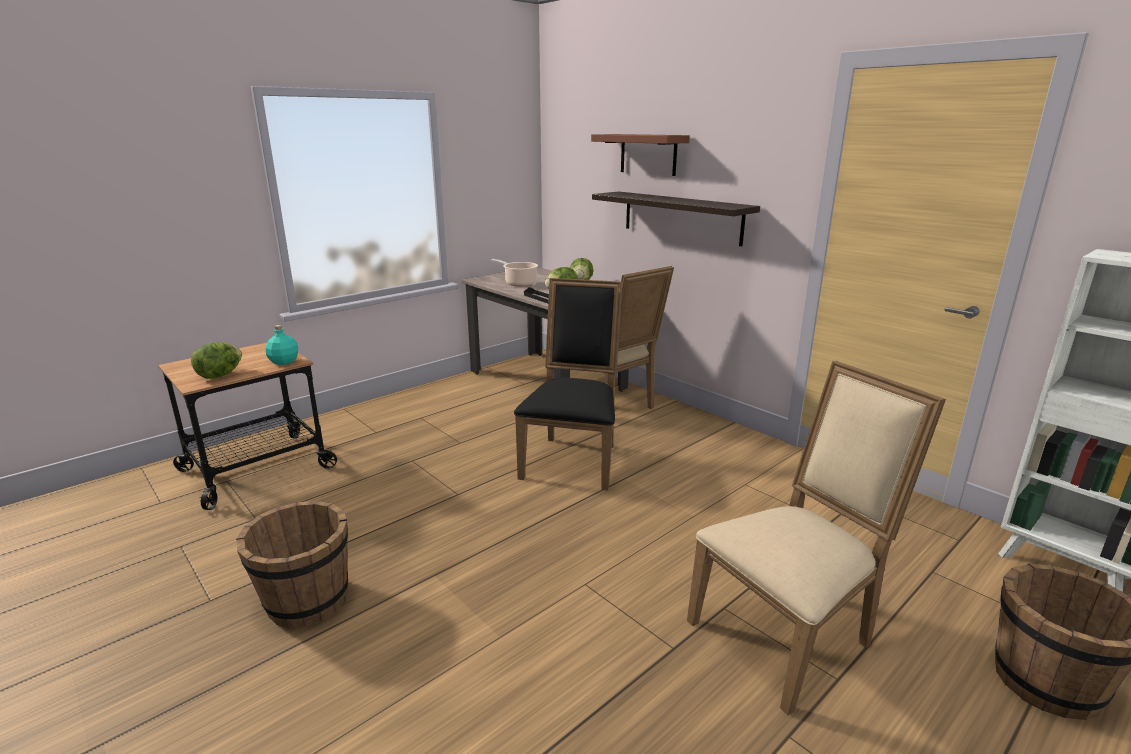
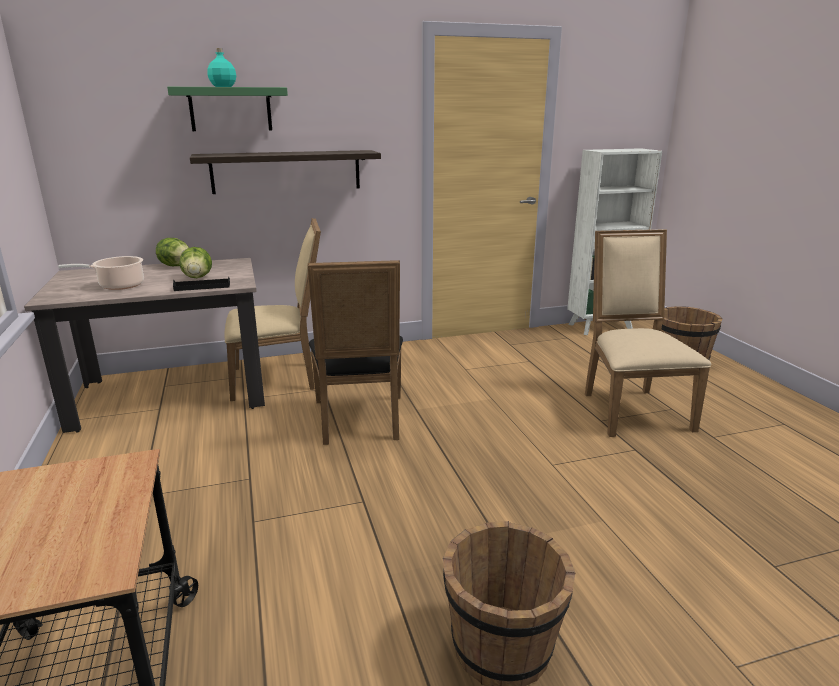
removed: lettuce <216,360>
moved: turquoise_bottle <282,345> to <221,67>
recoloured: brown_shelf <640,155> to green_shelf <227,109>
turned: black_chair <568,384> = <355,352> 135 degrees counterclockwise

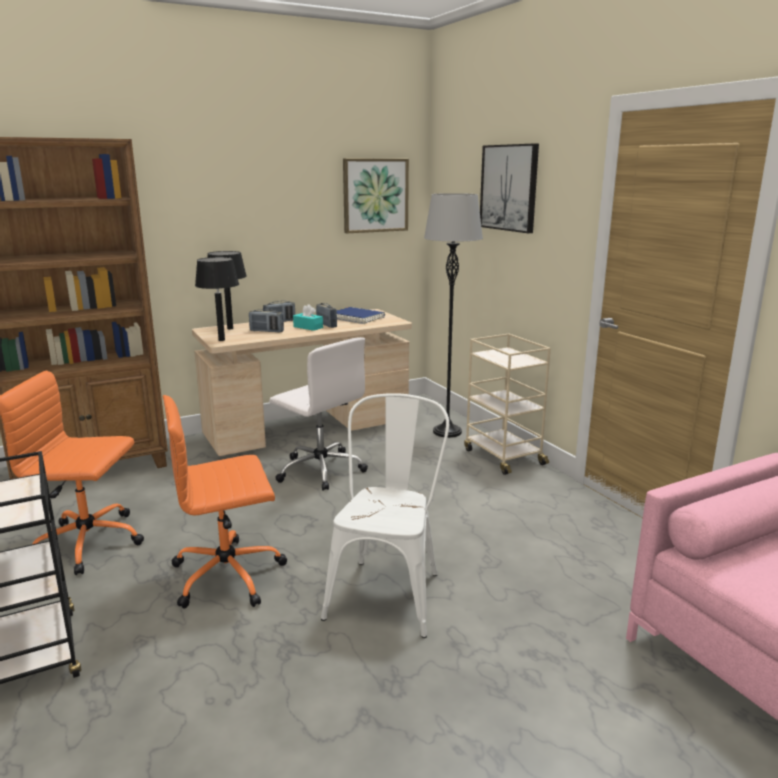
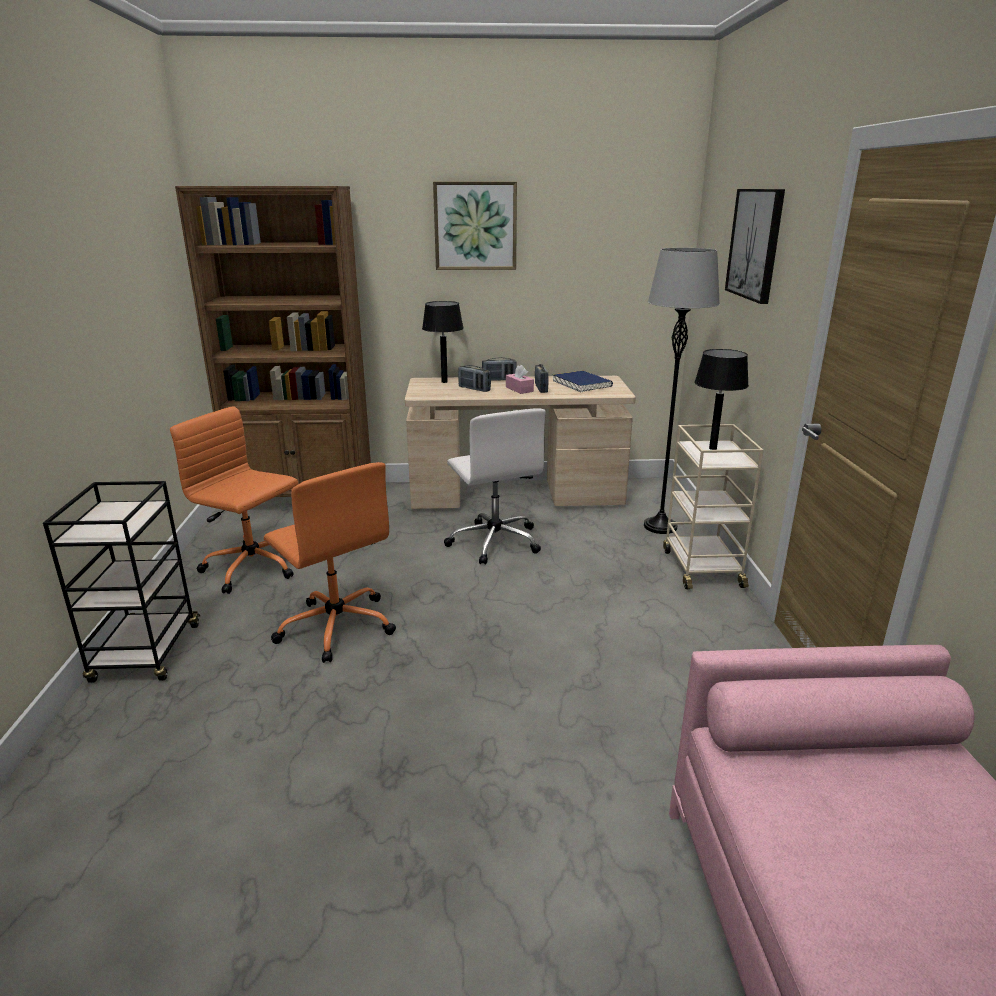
removed: white_chair <385,515>
moved: black_table_lamp <217,299> to <722,399>; picture <376,196> to <475,226>
recoloured: turquoise_tissue_box <308,317> to pink_tissue_box <520,379>
turned: orange_office_chair <225,502> = <330,562> 135 degrees counterclockwise

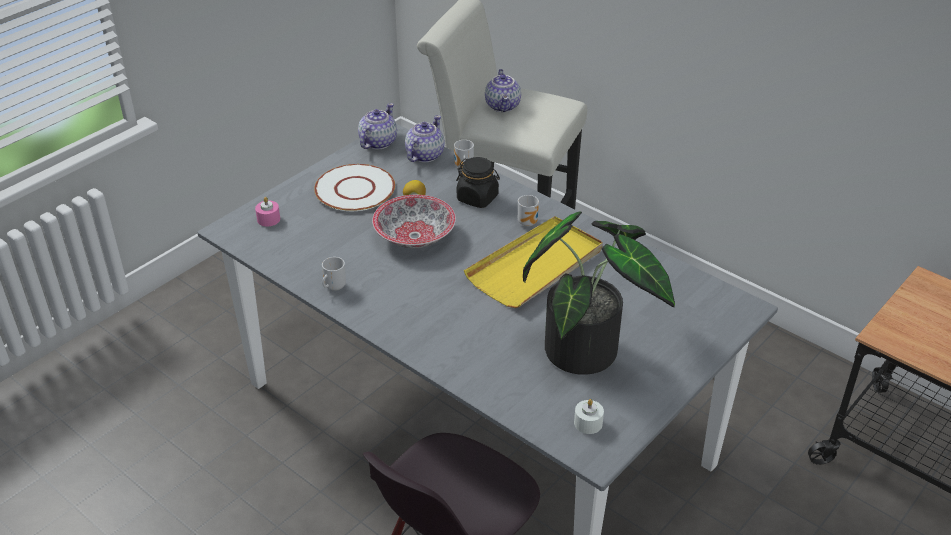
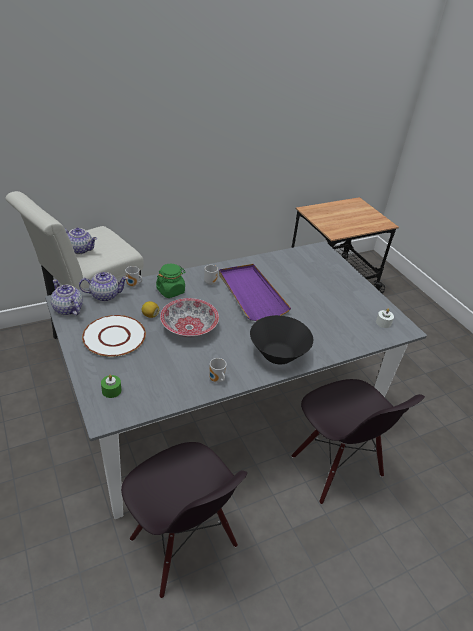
removed: potted_plant <599,293>
added: black_chair <184,520>; black_bowl <281,339>
recoloured: pink_candle <267,212> to green_candle <111,386>; black_jar <478,182> to green_jar <170,281>; yellow_tray <533,262> to purple_tray <255,292>
turned: teapot <425,138> = <103,287> 120 degrees clockwise

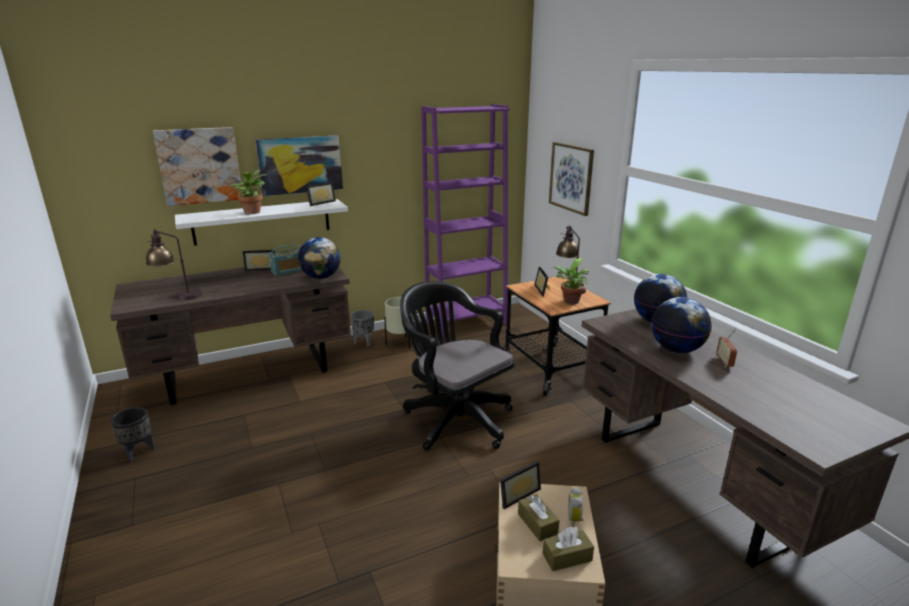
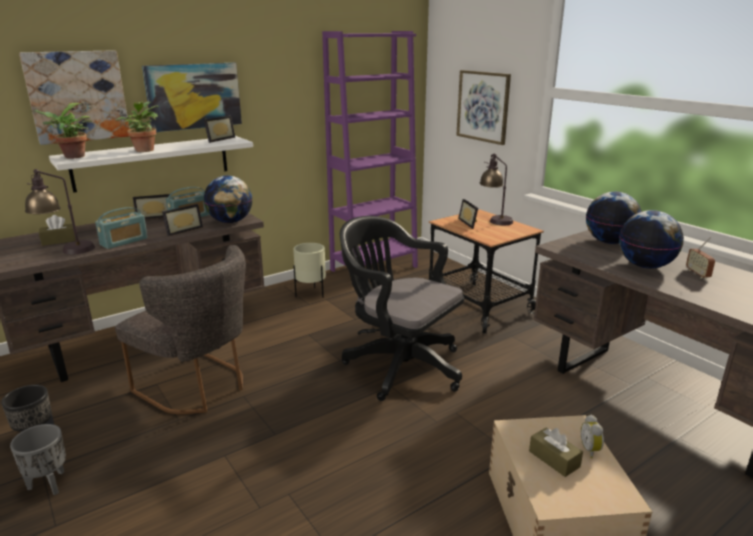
added: radio <121,228>; grey_chair <180,329>
moved: grey_planter <362,328> to <38,459>; picture_frame <520,485> to <182,220>; brown_tissue_box <568,549> to <57,230>; potted_plant <571,281> to <62,131>

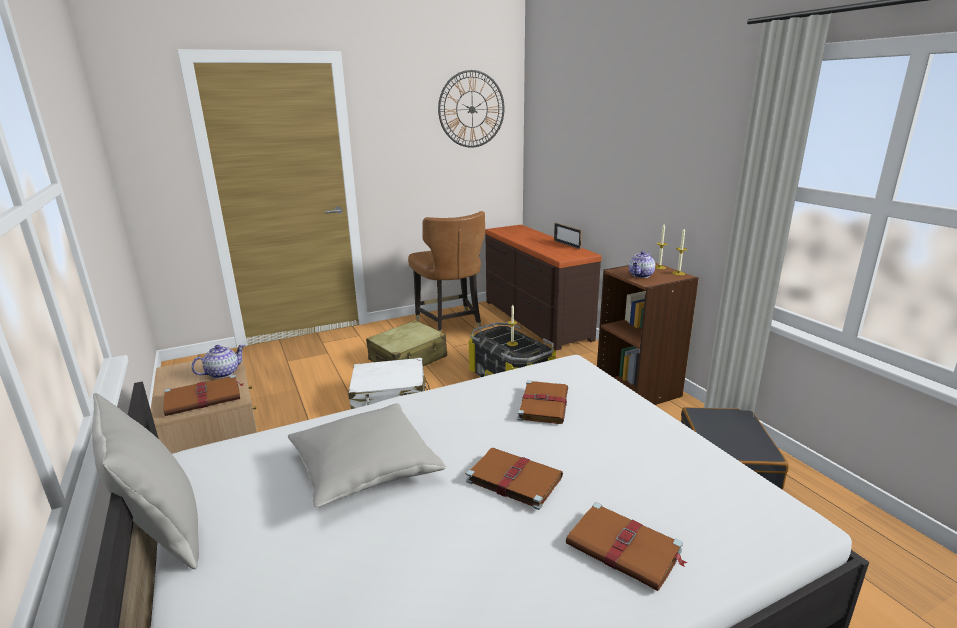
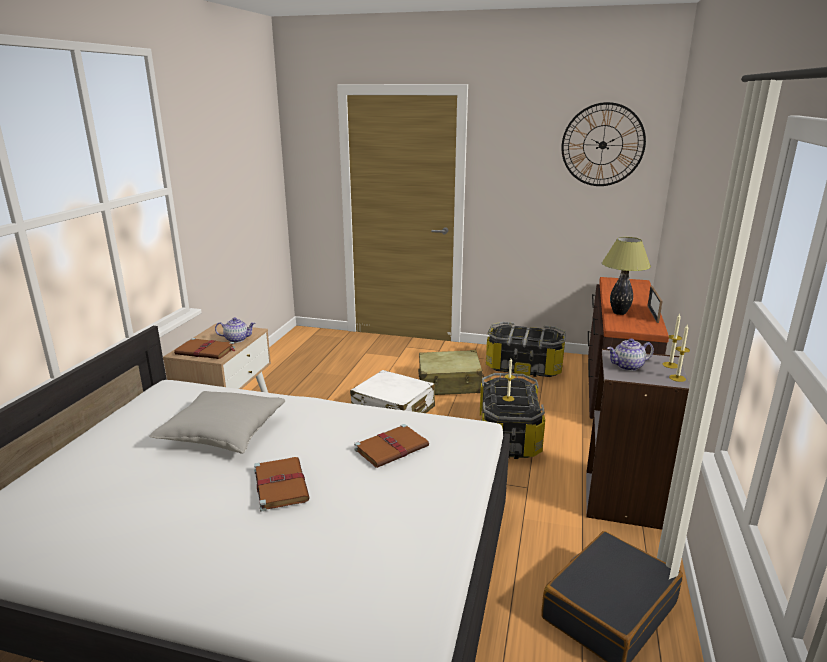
removed: grey_pillow <145,481>; brown_book <626,546>
added: table_lamp <626,276>
replaced: brown_chair <446,271> to storage_box <526,349>
recoloured: brown_bookcase <648,334> to grey_bookcase <638,439>

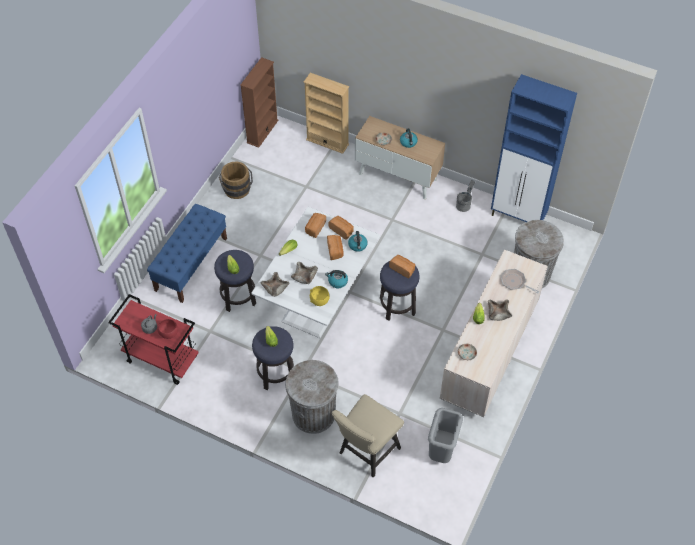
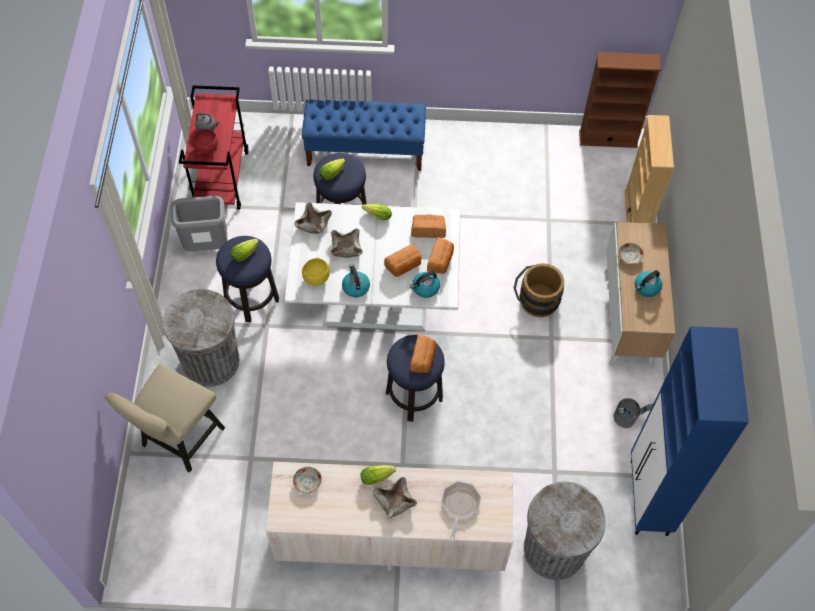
moved: brown_bucket <236,180> to <539,290>; grey_trash_can <445,435> to <199,224>
turned: beige_chair <368,436> = <165,418> 75 degrees counterclockwise

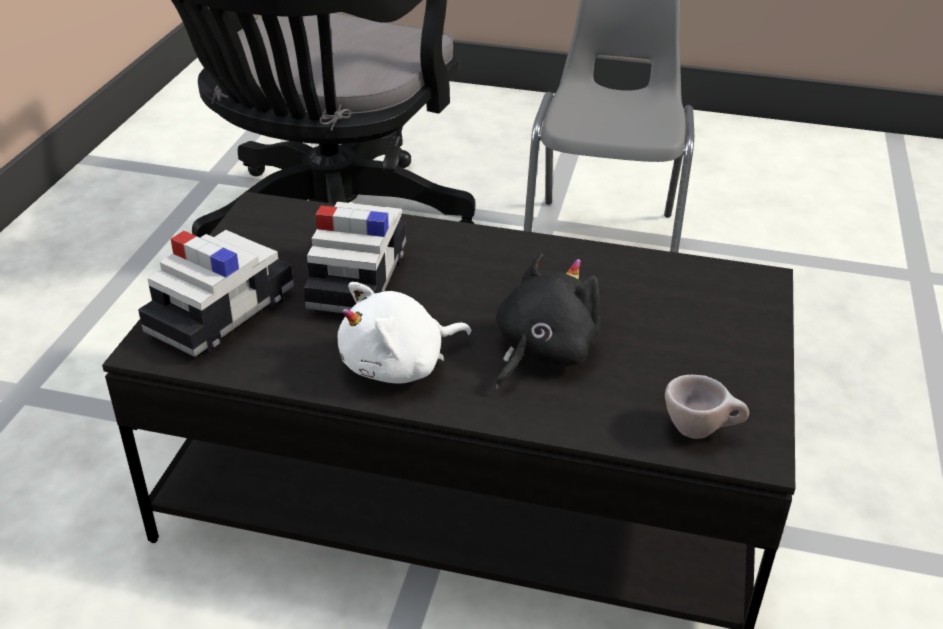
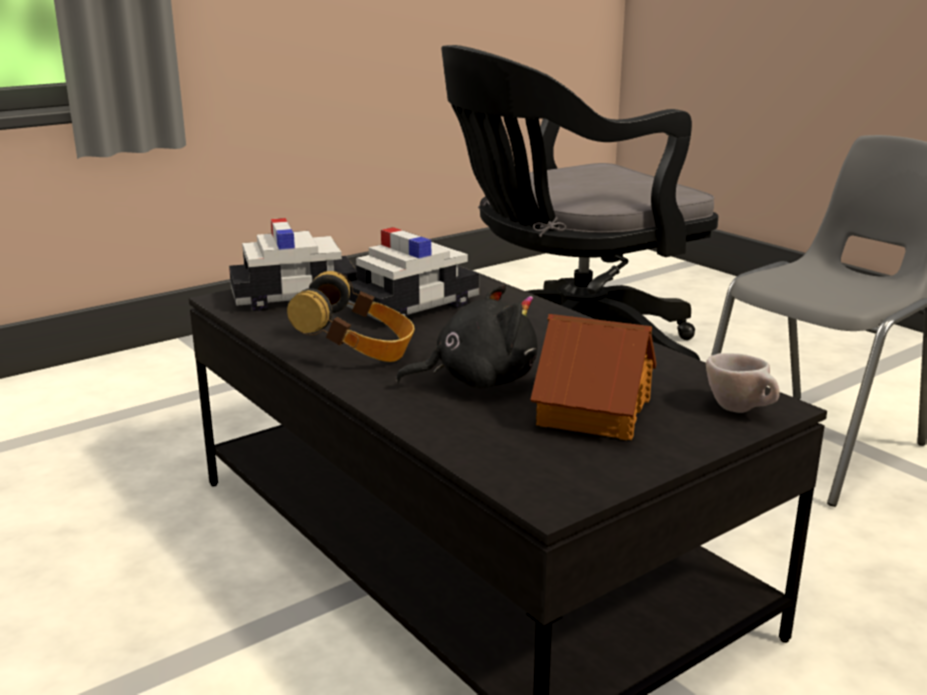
added: toy_house <593,377>
moved: beige_cup <707,407> to <743,383>
replaced: white_plush_toy <404,333> to headphones <351,316>

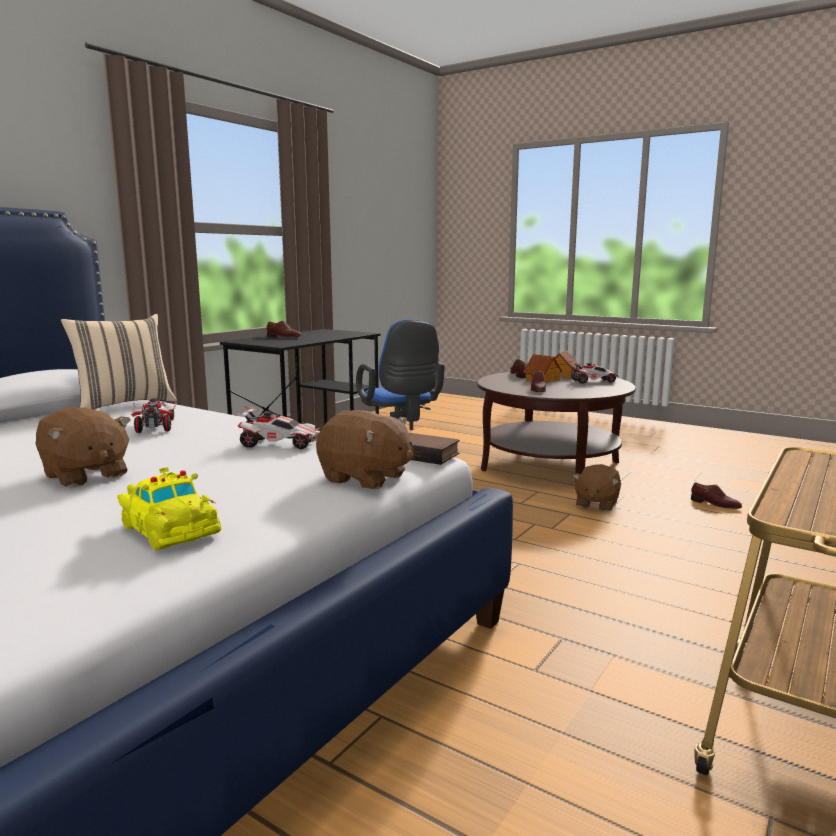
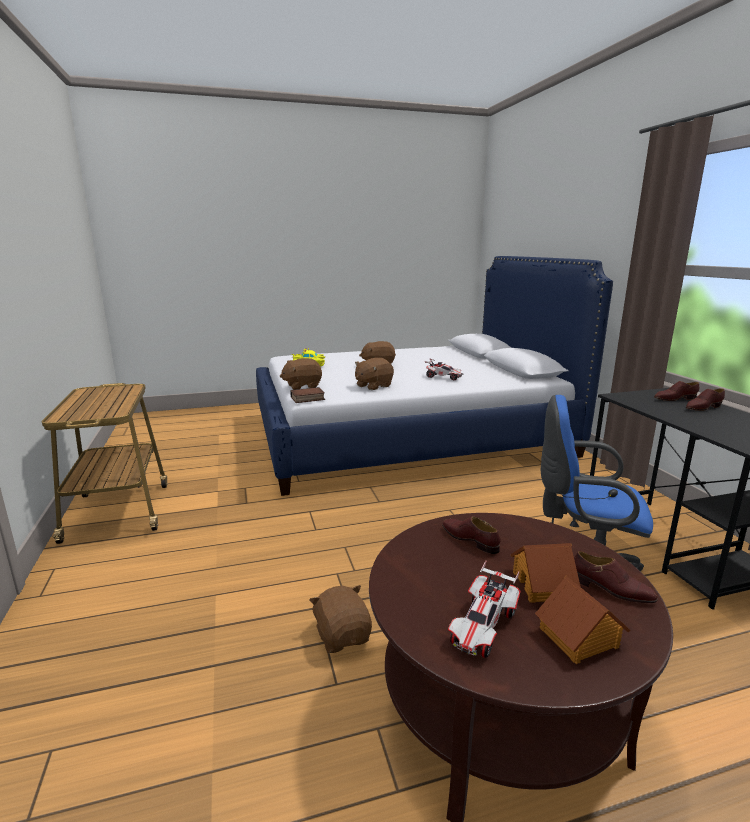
removed: beige_pillow <119,362>
moved: brown_shoe <716,495> to <676,391>
replaced: toy_car <276,427> to brown_plush_toy <374,374>

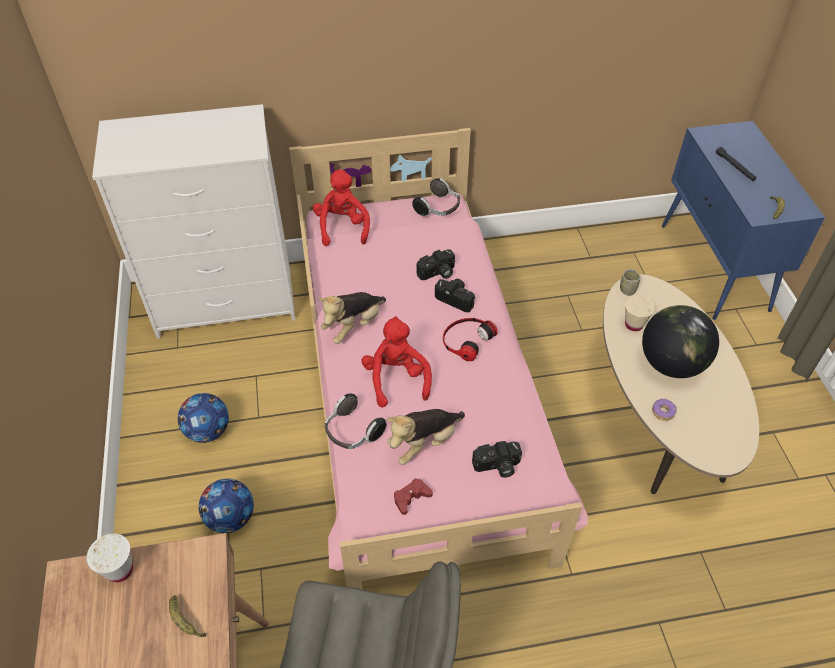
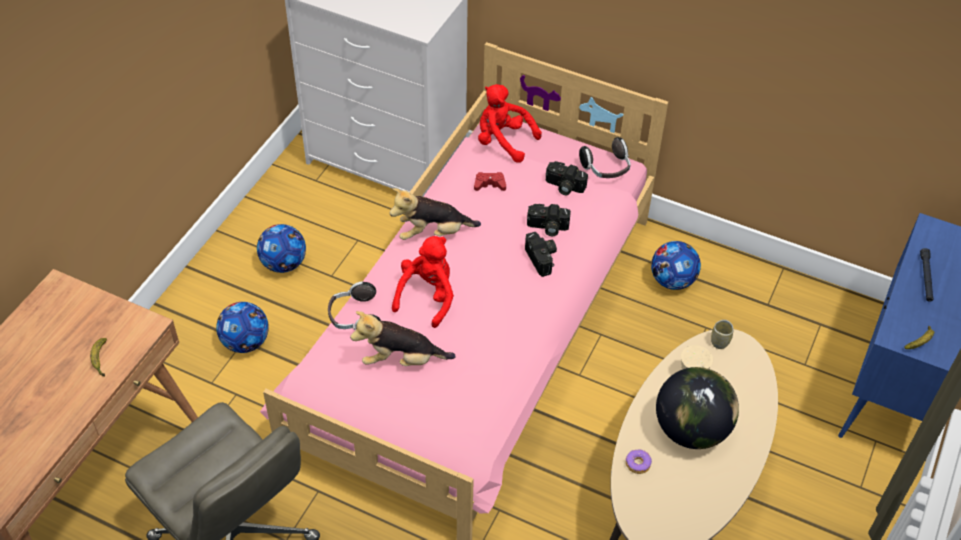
removed: white_cup <109,558>; headphones <470,339>
added: football <676,265>
moved: red_game_controller <413,496> to <490,181>; photo_camera <497,459> to <567,178>
turned: red_plush_toy <341,207> = <510,123> 90 degrees counterclockwise

